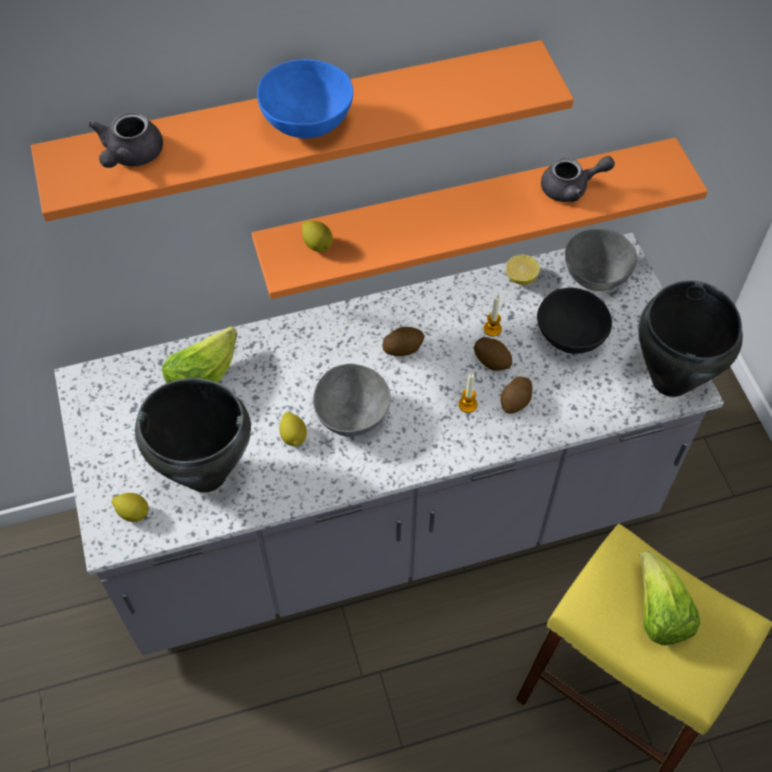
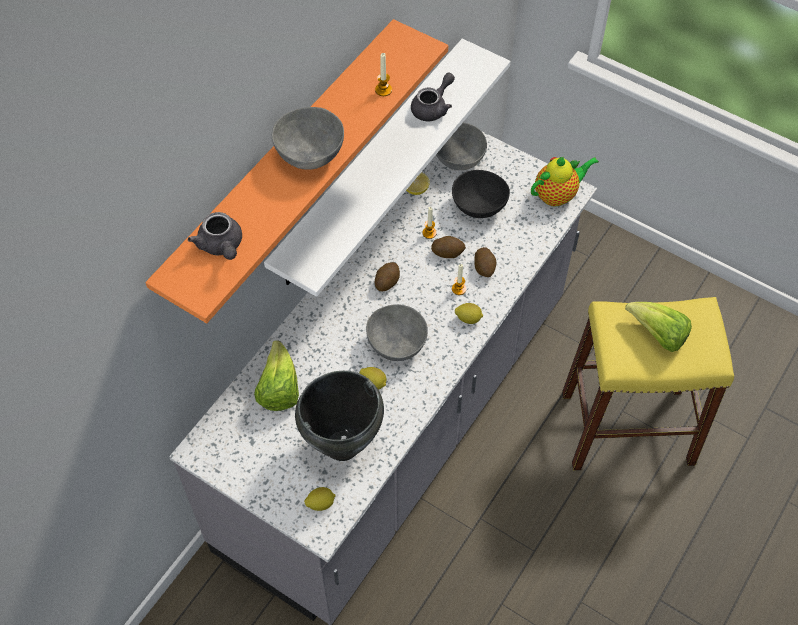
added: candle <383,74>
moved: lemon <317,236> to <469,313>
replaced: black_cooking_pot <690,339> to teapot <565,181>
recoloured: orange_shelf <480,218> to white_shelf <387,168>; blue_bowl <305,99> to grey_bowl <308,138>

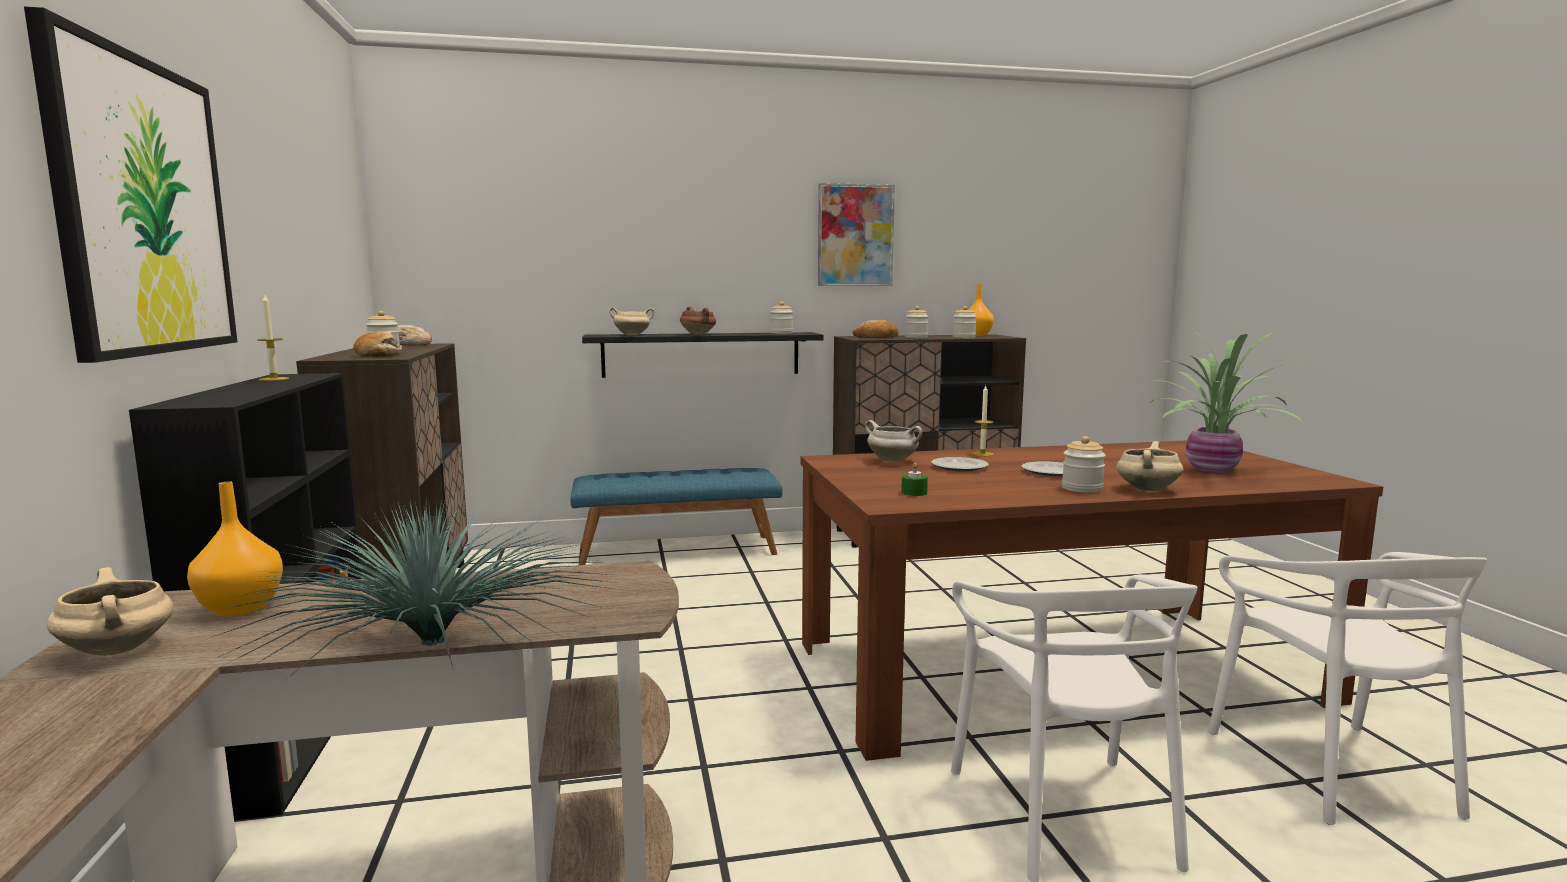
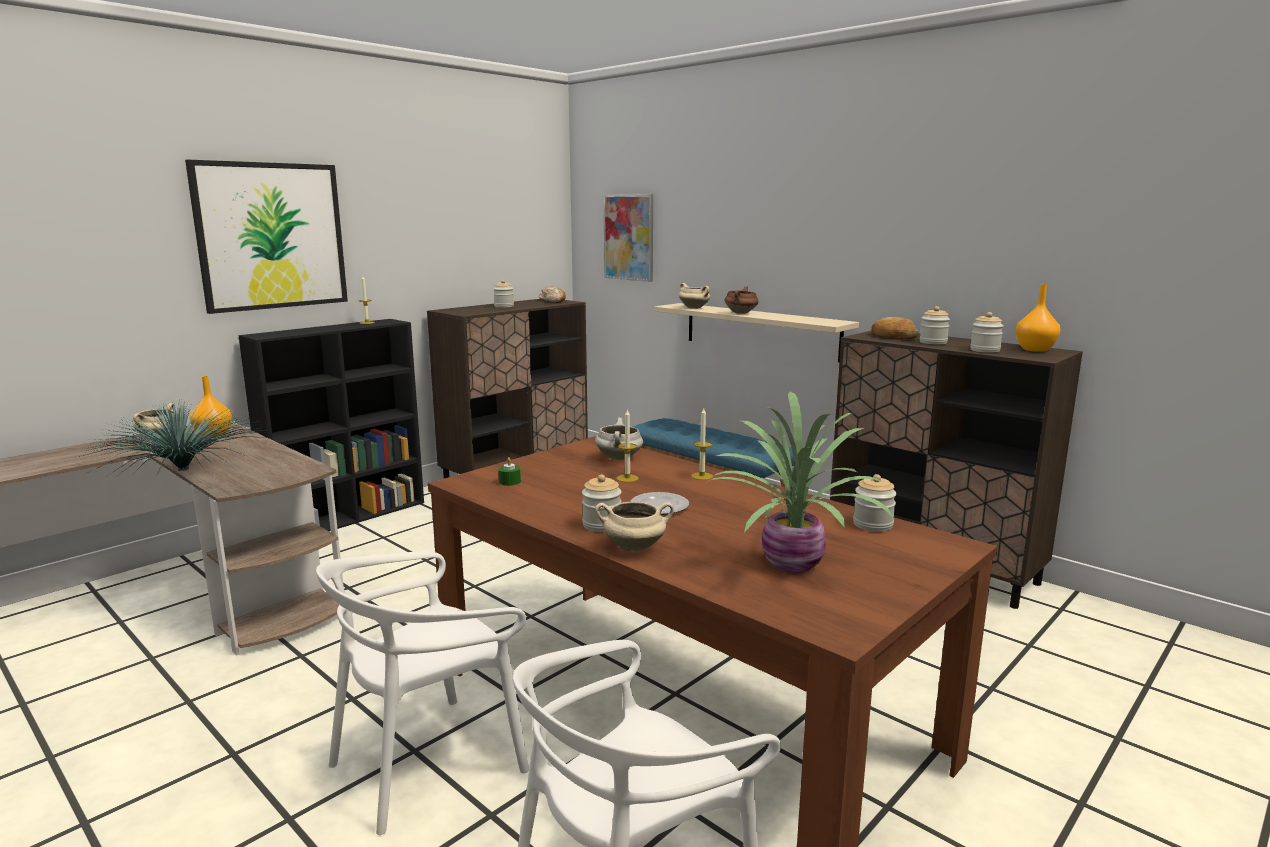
removed: bread <377,344>
moved: jar <781,318> to <875,503>; picture <856,234> to <628,238>
replaced: plate <960,464> to candle <627,445>
recoloured: black_shelf <703,355> to beige_shelf <756,332>

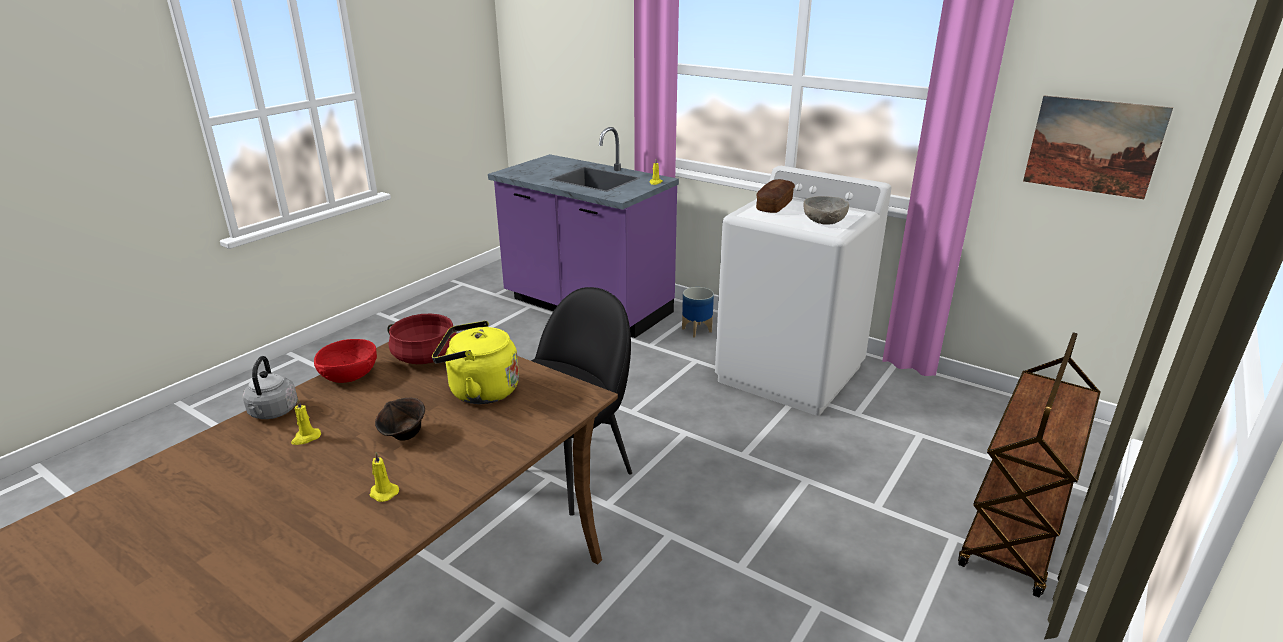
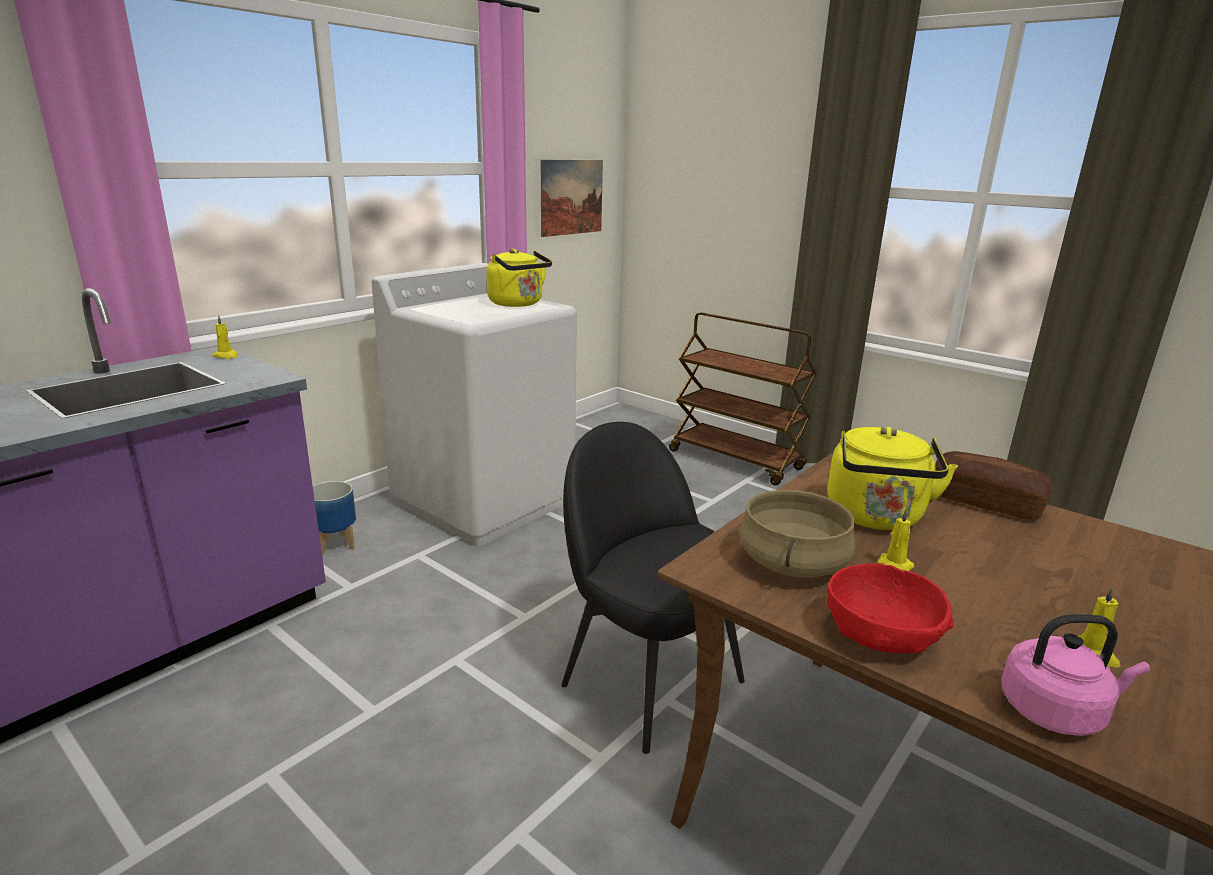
removed: brown_bowl <400,419>
moved: yellow_candle <384,477> to <895,539>; bread <775,196> to <994,485>
replaced: grey_bowl <826,210> to yellow_kettle <519,278>
recoloured: grey_kettle <270,387> to pink_kettle <1075,675>; red_cooking_pot <421,339> to beige_cooking_pot <797,534>

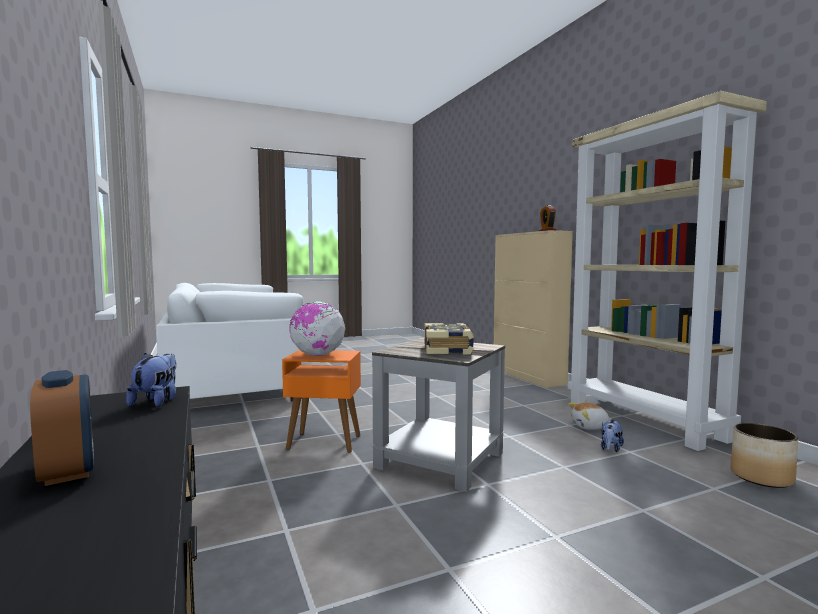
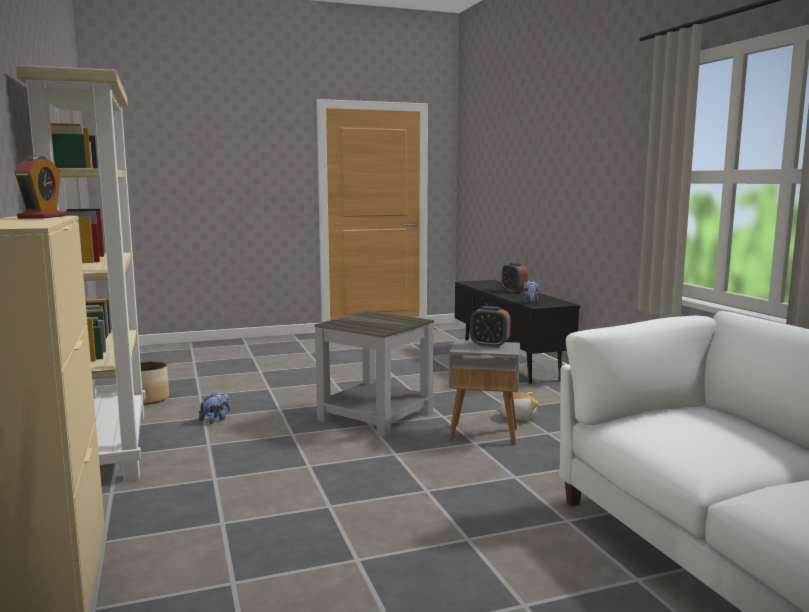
removed: book <449,338>
moved: plush_toy <590,416> to <517,406>
replaced: globe <317,328> to alarm_clock <490,327>
recoloured: orange_side_table <321,401> to grey_side_table <484,392>

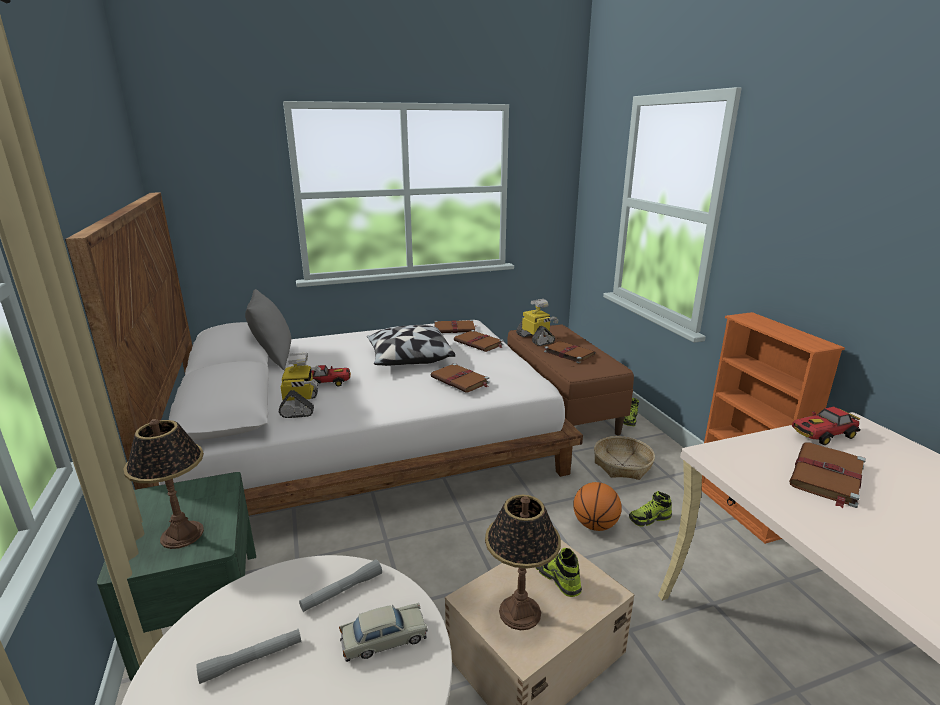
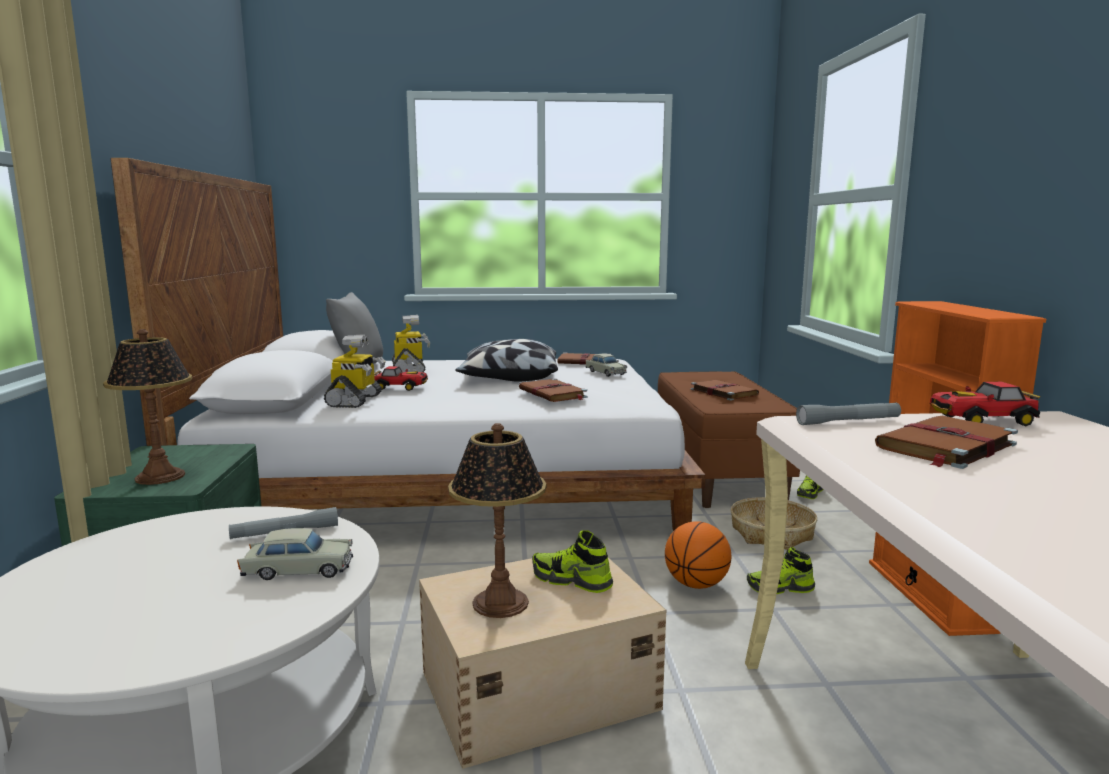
moved: grey_flashlight <249,656> to <848,413>; toy_robot <537,322> to <411,343>
replaced: brown_book <479,341> to beige_toy_car <606,365>
turned: shoe <558,572> = <572,561> 45 degrees counterclockwise

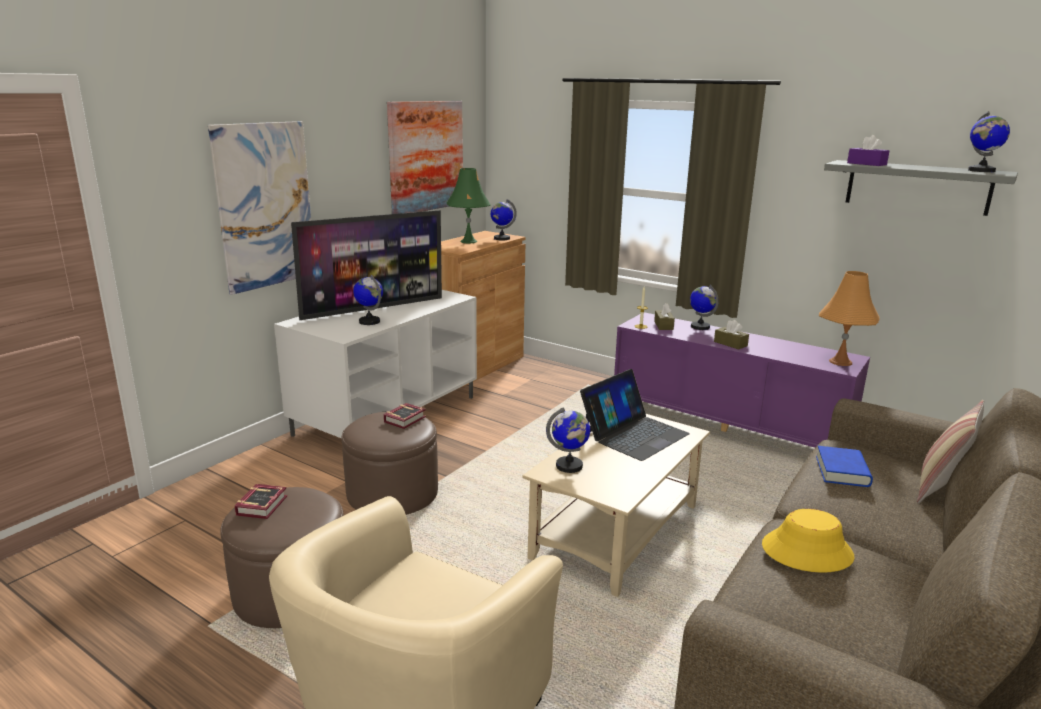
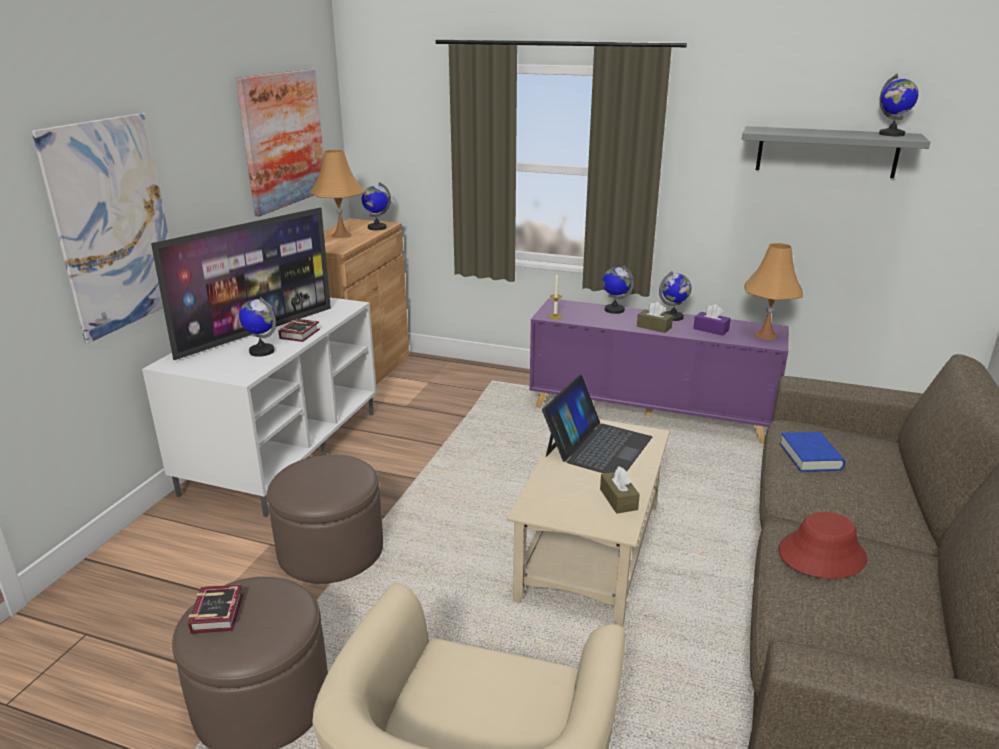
removed: pillow <950,451>
moved: book <405,416> to <299,330>; globe <568,440> to <675,296>; brown_tissue_box <664,316> to <620,490>; purple_tissue_box <868,150> to <712,320>
recoloured: green_table_lamp <468,205> to orange_table_lamp <337,194>; yellow_hat <808,541> to red_hat <823,545>

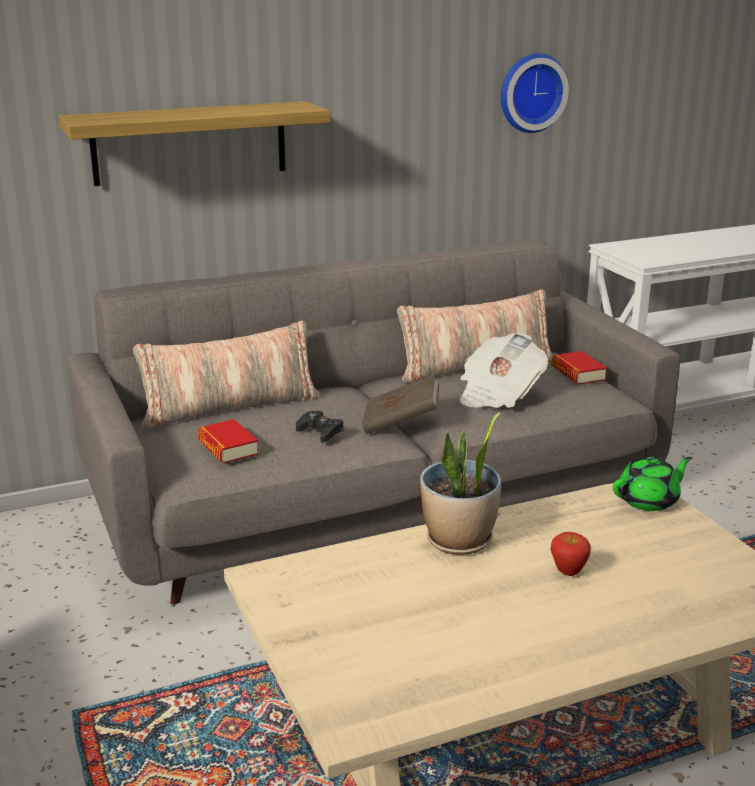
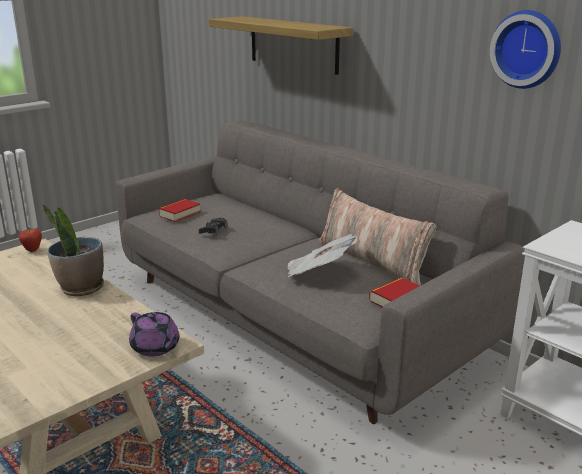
removed: pillow <226,374>; brown_book <400,404>
moved: apple <570,554> to <30,240>
recoloured: green_teapot <652,484> to purple_teapot <154,334>

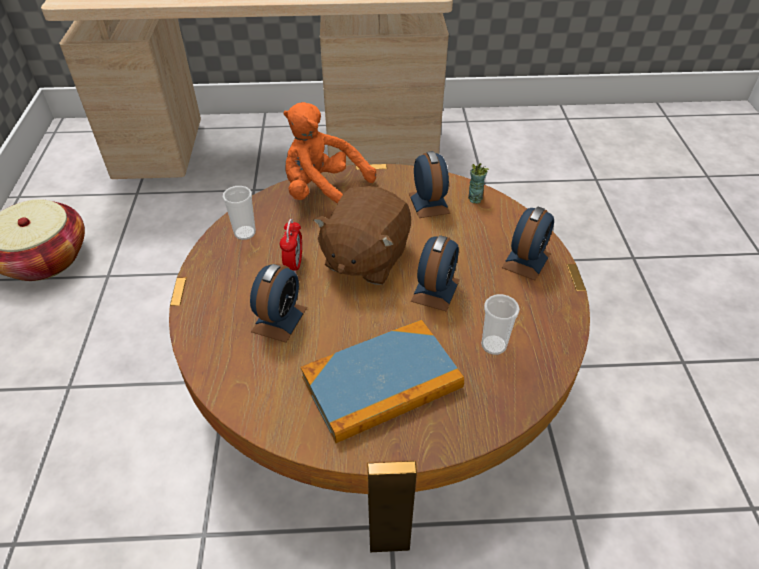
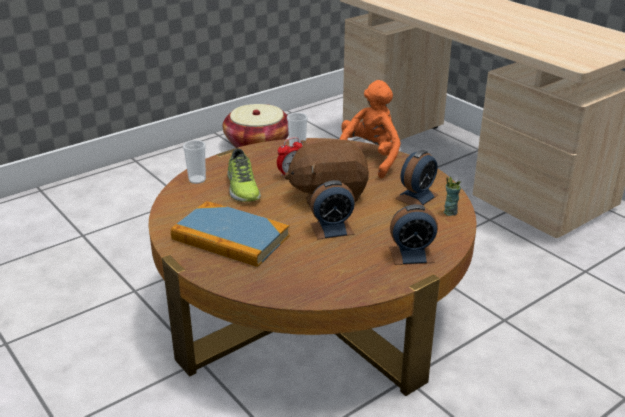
moved: cup <500,324> to <194,162>
replaced: alarm_clock <278,303> to shoe <244,175>
turned: orange_plush_toy <329,153> = <370,129> 45 degrees clockwise

